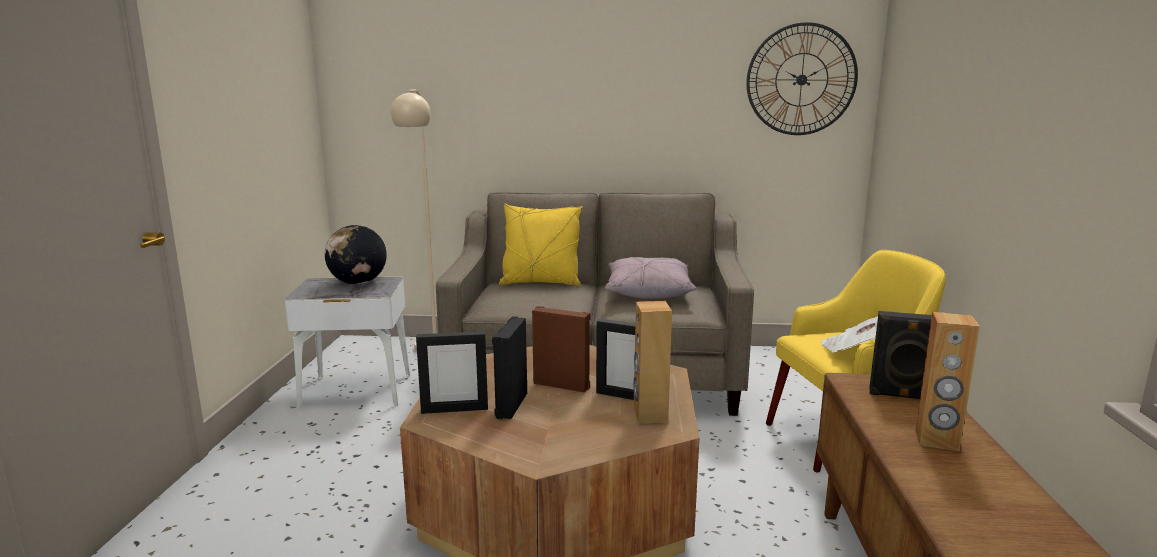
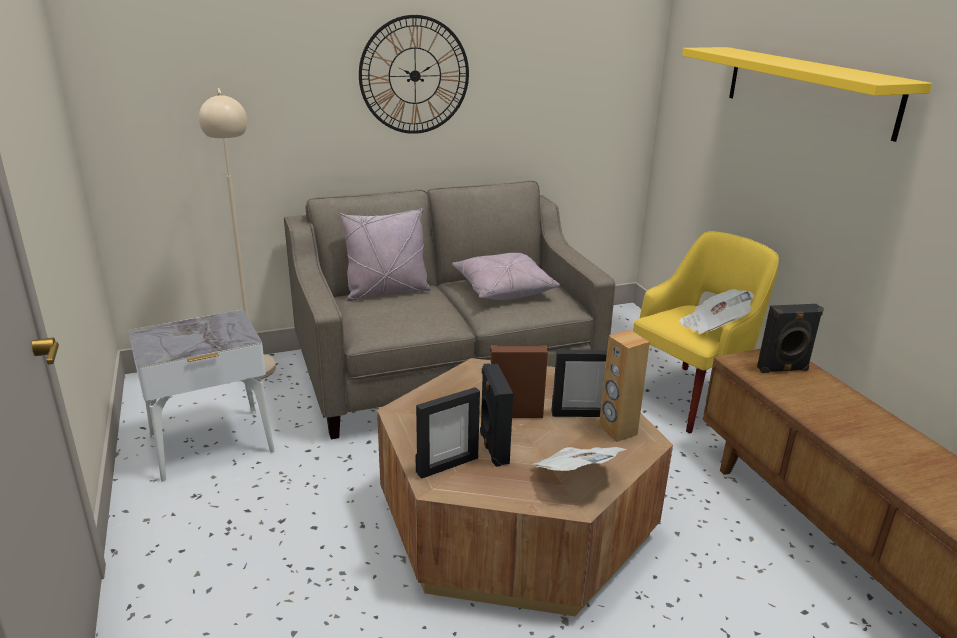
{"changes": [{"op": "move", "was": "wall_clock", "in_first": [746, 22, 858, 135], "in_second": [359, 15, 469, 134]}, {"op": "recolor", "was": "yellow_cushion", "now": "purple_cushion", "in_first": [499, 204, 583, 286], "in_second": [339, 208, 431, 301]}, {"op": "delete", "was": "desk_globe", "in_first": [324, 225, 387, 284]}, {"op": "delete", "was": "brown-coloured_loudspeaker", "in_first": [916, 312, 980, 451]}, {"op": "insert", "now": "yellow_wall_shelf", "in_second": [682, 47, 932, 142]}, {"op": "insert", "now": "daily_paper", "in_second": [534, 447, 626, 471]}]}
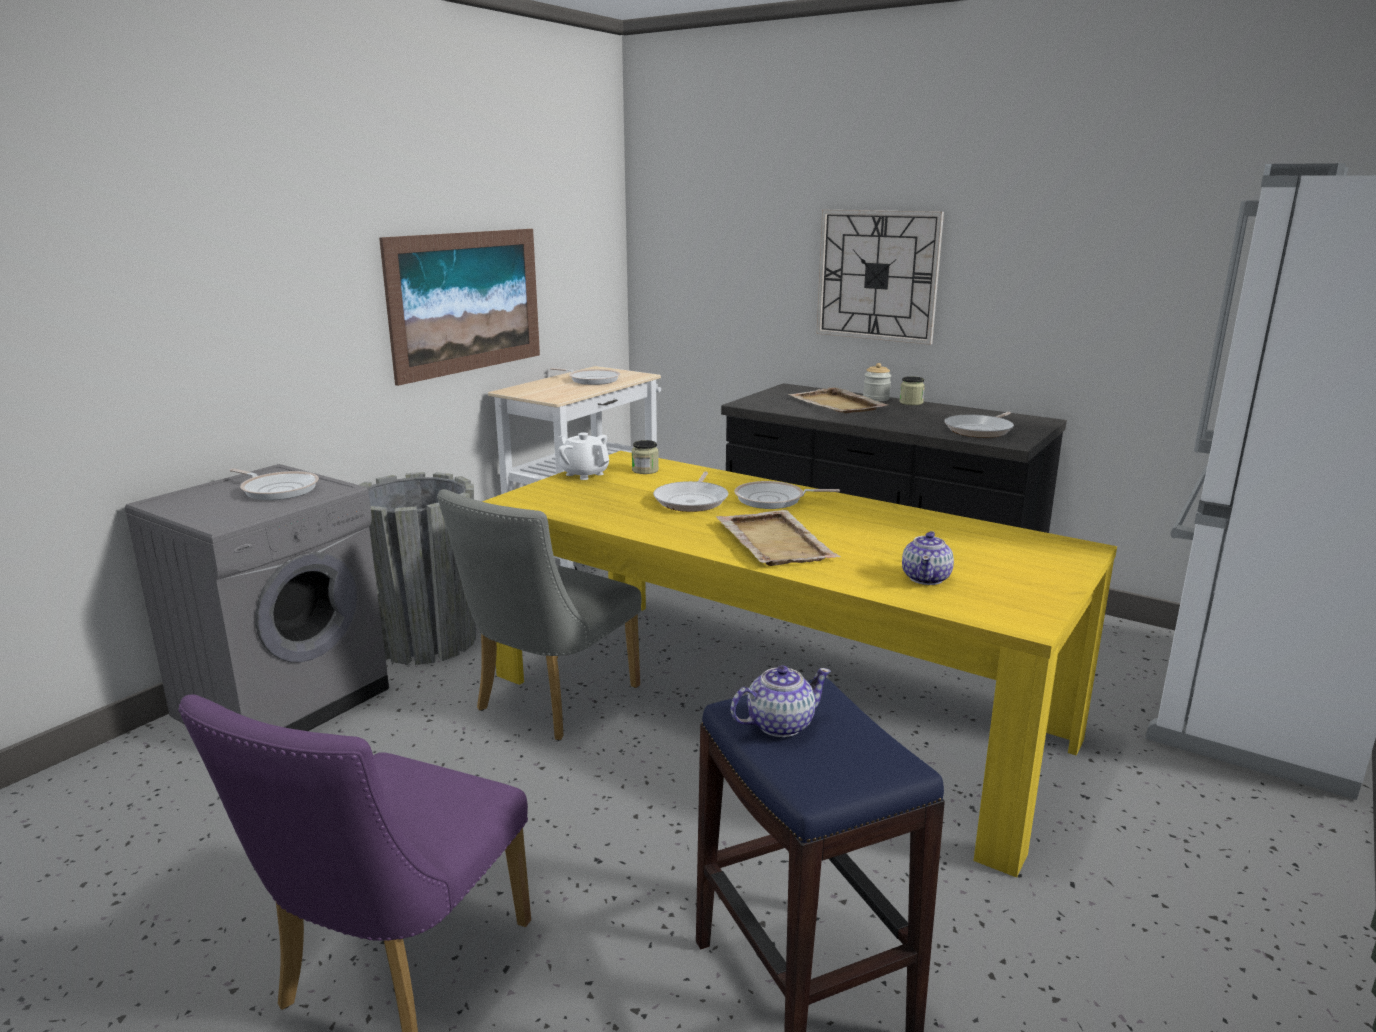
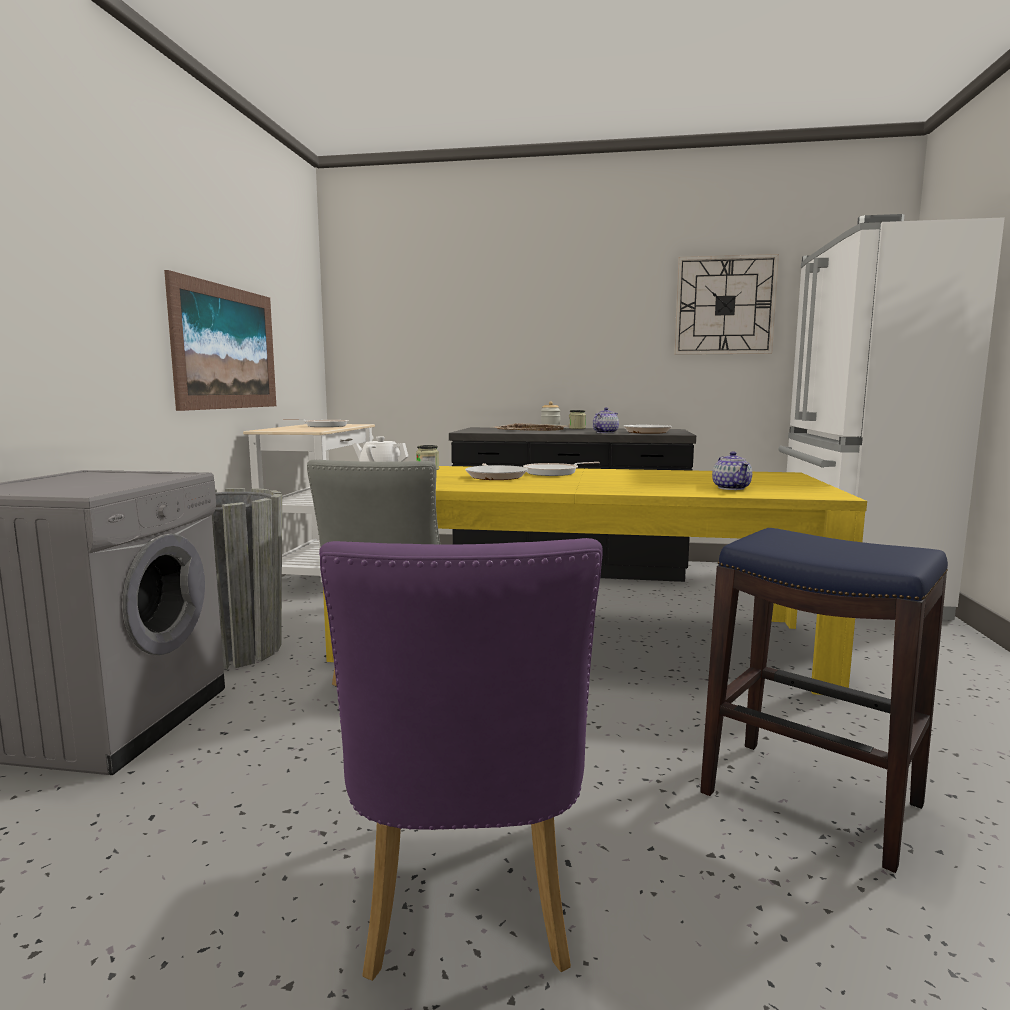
{"changes": [{"op": "move", "was": "wall_clock", "in_first": [816, 210, 944, 345], "in_second": [674, 254, 779, 355]}, {"op": "delete", "was": "frying_pan", "in_first": [229, 468, 319, 500]}, {"op": "delete", "was": "sand-coloured_carrying_tray", "in_first": [716, 510, 841, 566]}, {"op": "move", "was": "teapot", "in_first": [731, 666, 831, 737], "in_second": [593, 407, 619, 433]}]}
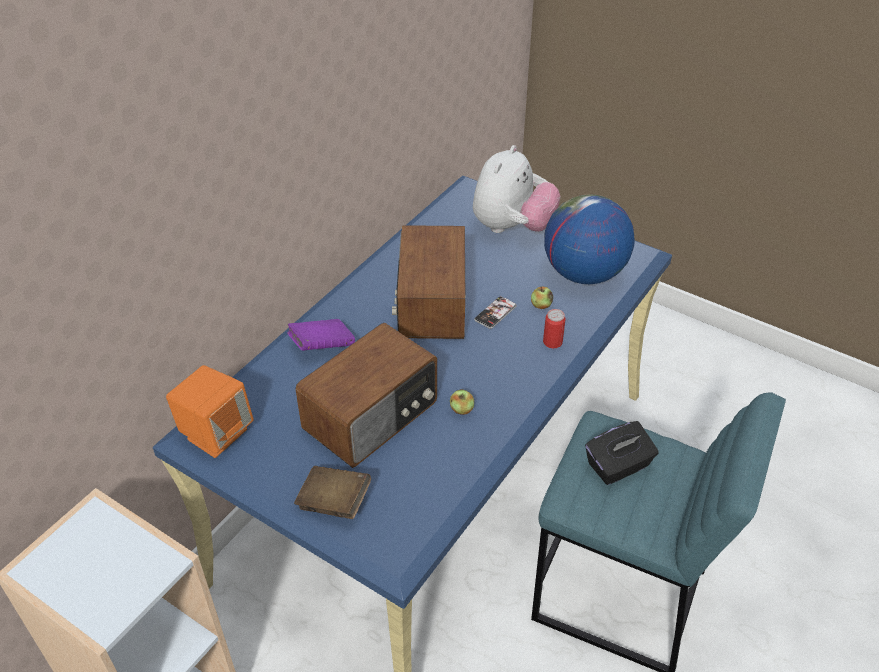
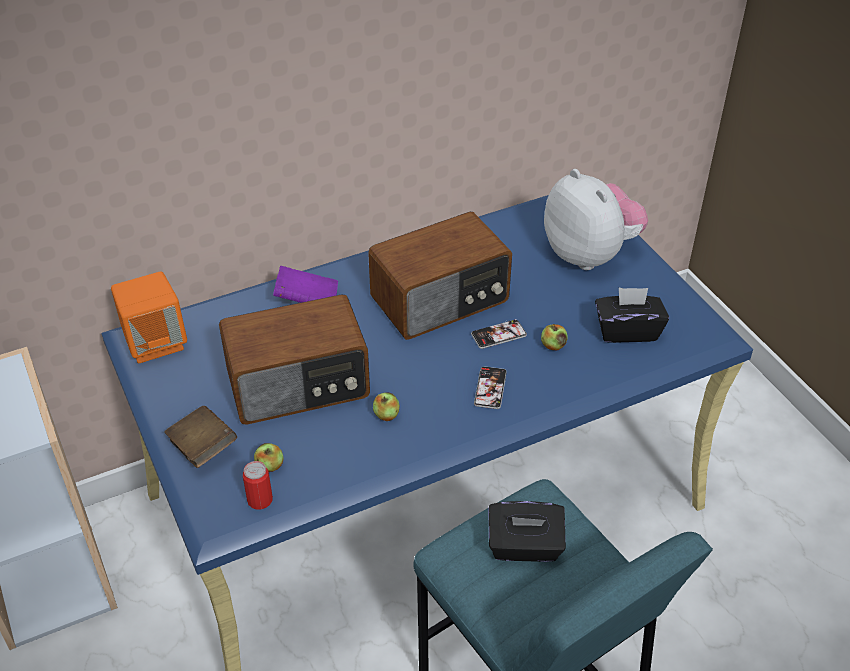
{"changes": [{"op": "rotate", "was": "cuddly_toy", "in_first": [473, 145, 560, 233], "in_second": [544, 169, 648, 270], "clockwise": -90}, {"op": "replace", "was": "desk_globe", "now": "blackish_tissue_holder", "in_first": [544, 194, 635, 284], "in_second": [595, 288, 669, 343]}, {"op": "rotate", "was": "radio", "in_first": [392, 225, 465, 339], "in_second": [368, 212, 512, 340], "clockwise": -150}, {"op": "move", "was": "metal_can", "in_first": [543, 309, 566, 349], "in_second": [243, 461, 273, 510]}, {"op": "insert", "now": "handset", "in_second": [474, 366, 507, 409]}, {"op": "insert", "now": "whole_apple", "in_second": [254, 443, 284, 472]}]}
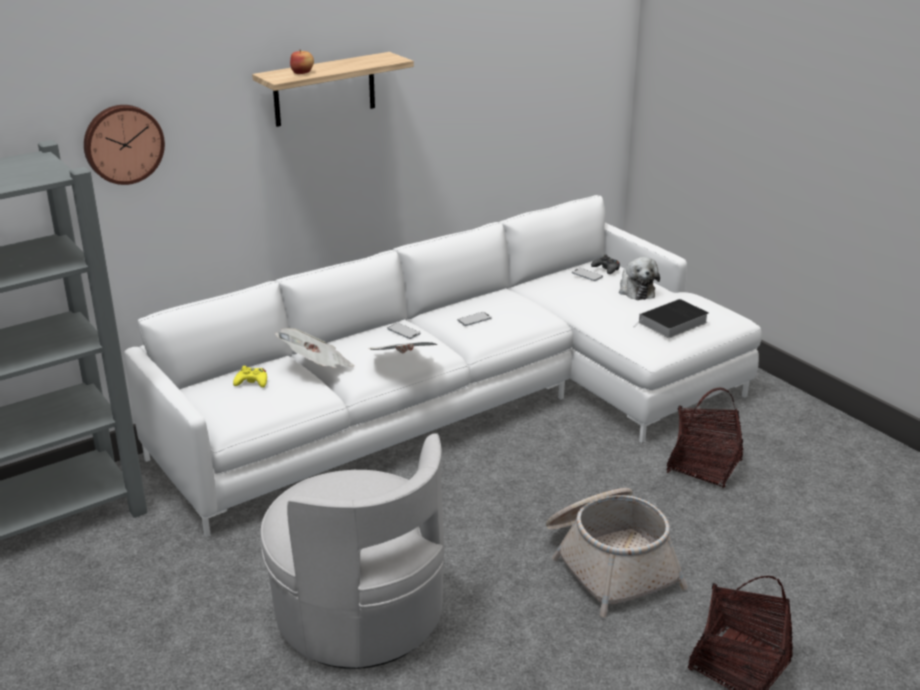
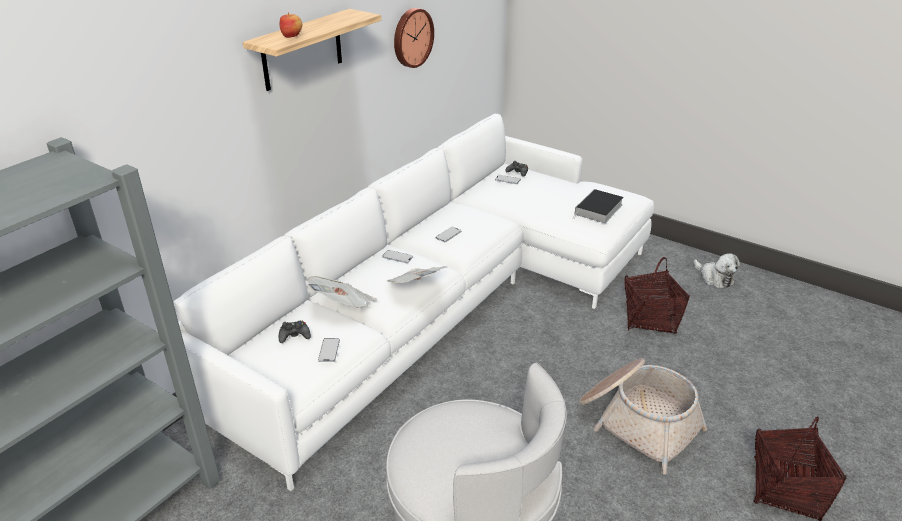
{"changes": [{"op": "move", "was": "wall_clock", "in_first": [84, 105, 165, 185], "in_second": [394, 8, 434, 68]}, {"op": "move", "was": "cuddly_toy", "in_first": [619, 257, 660, 300], "in_second": [693, 253, 740, 288]}, {"op": "recolor", "was": "yellow_gamepad", "now": "blackish_gamepad", "in_first": [233, 366, 267, 388], "in_second": [279, 321, 311, 343]}, {"op": "insert", "now": "handset", "in_second": [318, 338, 340, 362]}]}
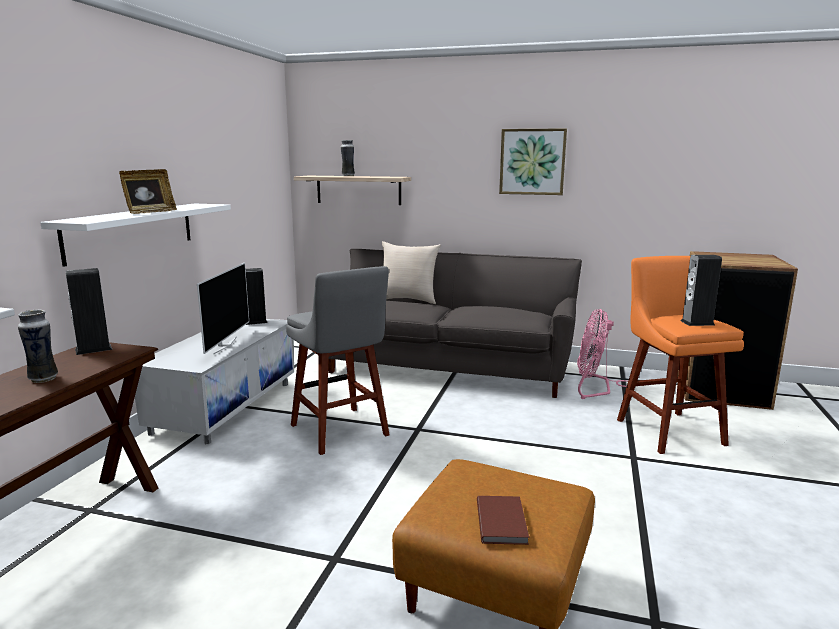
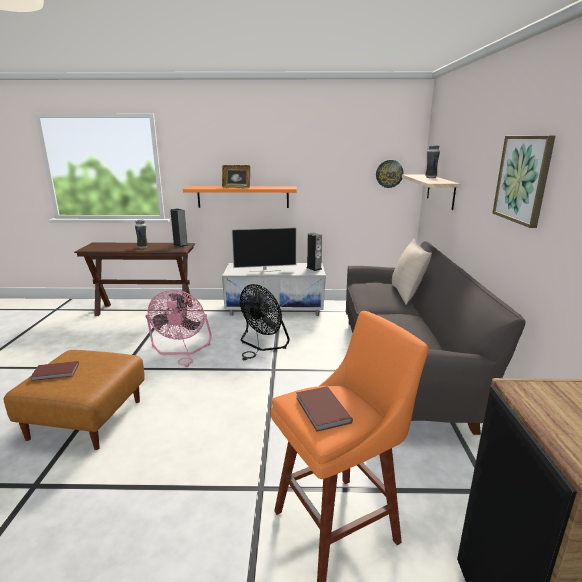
{"changes": [{"op": "recolor", "was": "whitish_wall_shelf", "now": "orange-coloured_wall_shelf", "in_first": [40, 204, 231, 267], "in_second": [183, 186, 297, 208]}, {"op": "replace", "was": "loudspeaker", "now": "brown-coloured_bound_book", "in_first": [680, 255, 722, 326], "in_second": [296, 386, 353, 432]}, {"op": "replace", "was": "gray_stool", "now": "blackish_cooling_fan", "in_first": [286, 266, 390, 455], "in_second": [239, 284, 289, 360]}, {"op": "move", "was": "pink_cooling_fan", "in_first": [577, 309, 628, 399], "in_second": [145, 290, 212, 367]}, {"op": "insert", "now": "wall_clock", "in_second": [376, 160, 403, 188]}]}
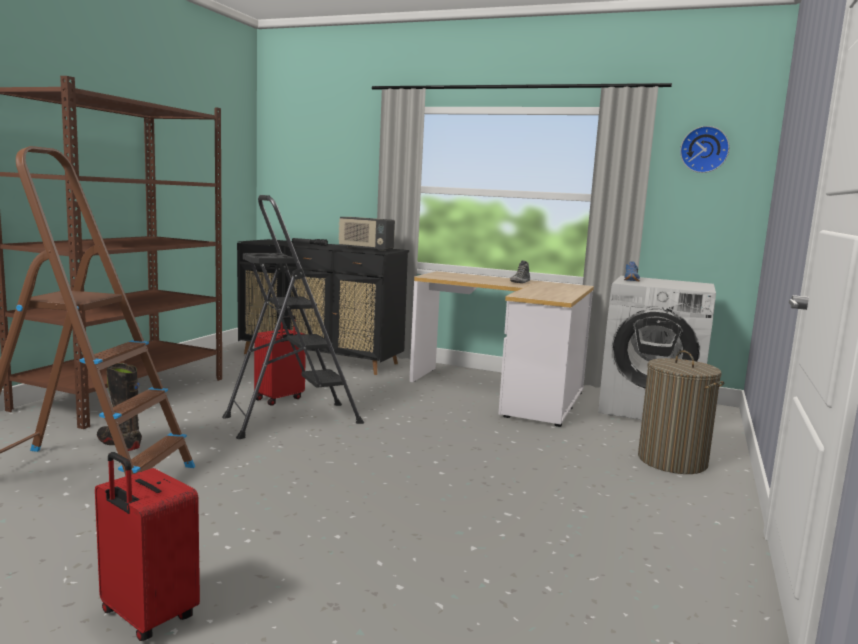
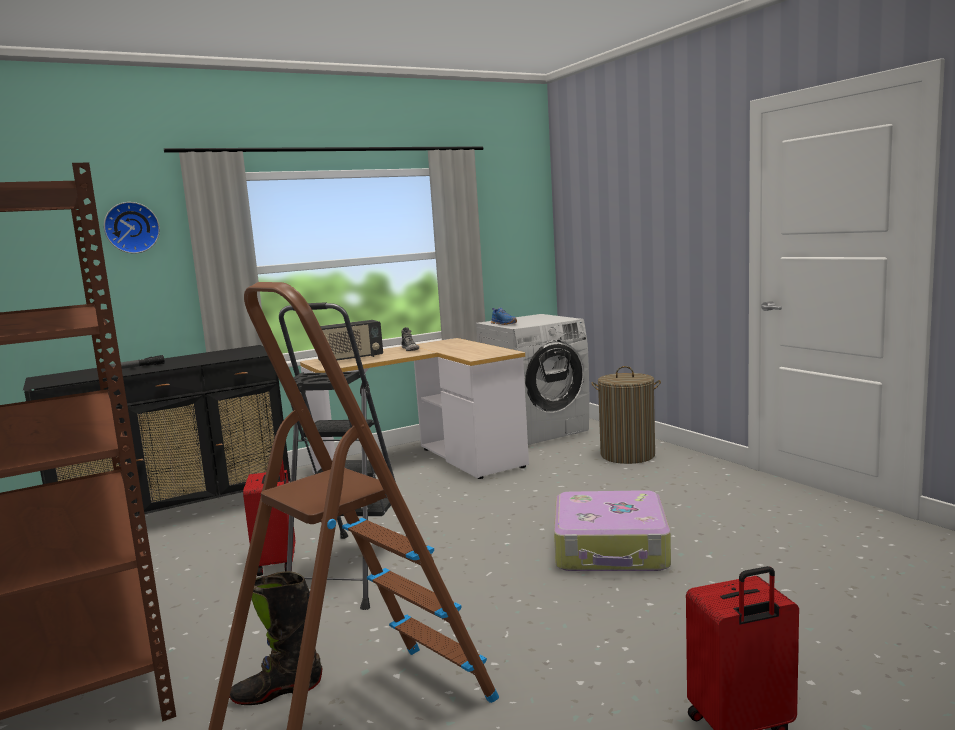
{"changes": [{"op": "move", "was": "wall_clock", "in_first": [680, 126, 730, 173], "in_second": [104, 202, 160, 253]}, {"op": "move", "was": "radio", "in_first": [338, 217, 395, 251], "in_second": [318, 320, 383, 361]}, {"op": "insert", "now": "travel_case", "in_second": [554, 490, 671, 571]}]}
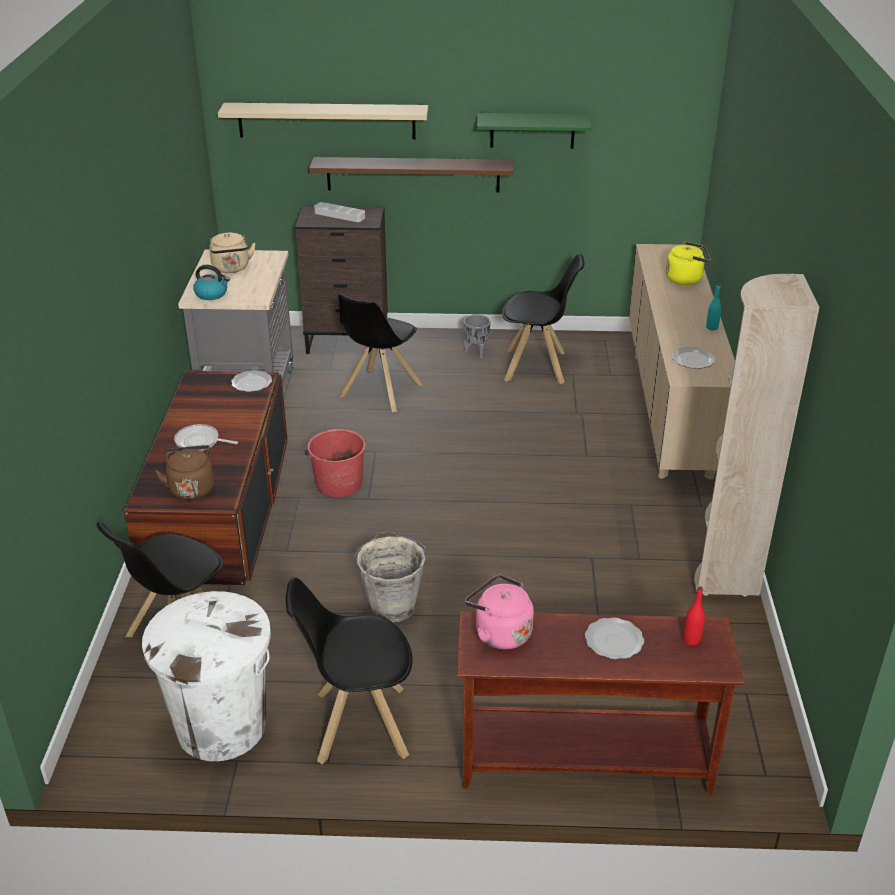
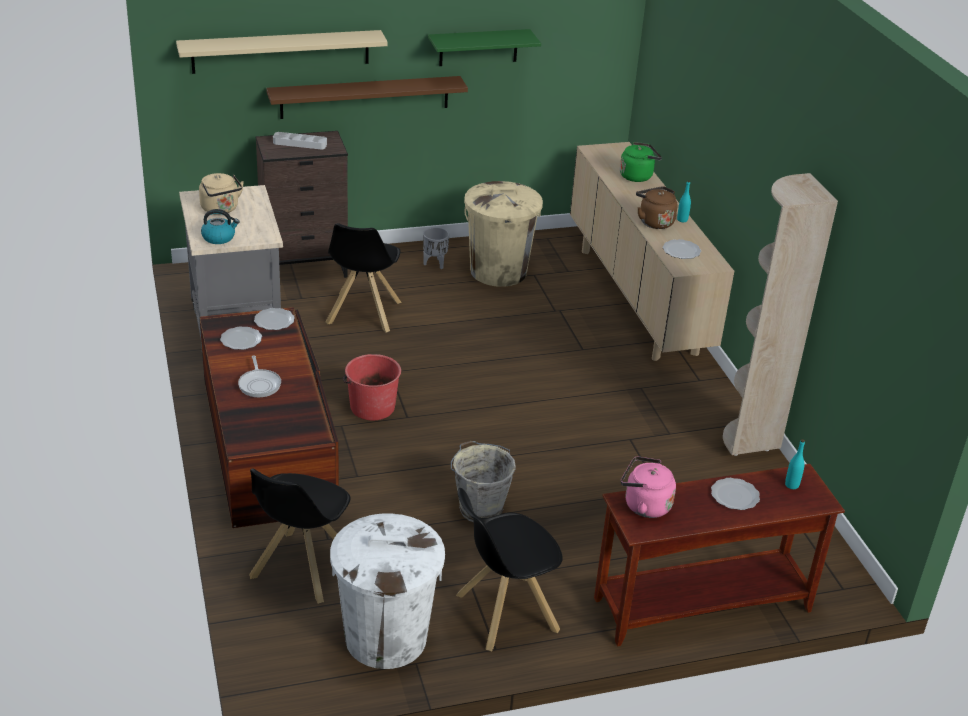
{"changes": [{"op": "recolor", "was": "yellow_tea_kettle", "now": "greenish_tea_kettle", "in_first": [666, 241, 711, 285], "in_second": [620, 142, 662, 182]}, {"op": "replace", "was": "blackish_upright_chair", "now": "sand-coloured_rubbish_bin", "in_first": [502, 253, 584, 384], "in_second": [464, 181, 543, 287]}, {"op": "rotate", "was": "frying_pan", "in_first": [174, 424, 238, 451], "in_second": [238, 355, 281, 397], "clockwise": -105}, {"op": "move", "was": "brown-coloured_tea_kettle", "in_first": [155, 445, 214, 500], "in_second": [636, 186, 678, 229]}, {"op": "recolor", "was": "red-coloured_beverage_bottle", "now": "turquoise_beverage_bottle", "in_first": [683, 586, 705, 646], "in_second": [785, 439, 805, 489]}, {"op": "insert", "now": "flat_dish", "in_second": [220, 326, 262, 350]}]}
